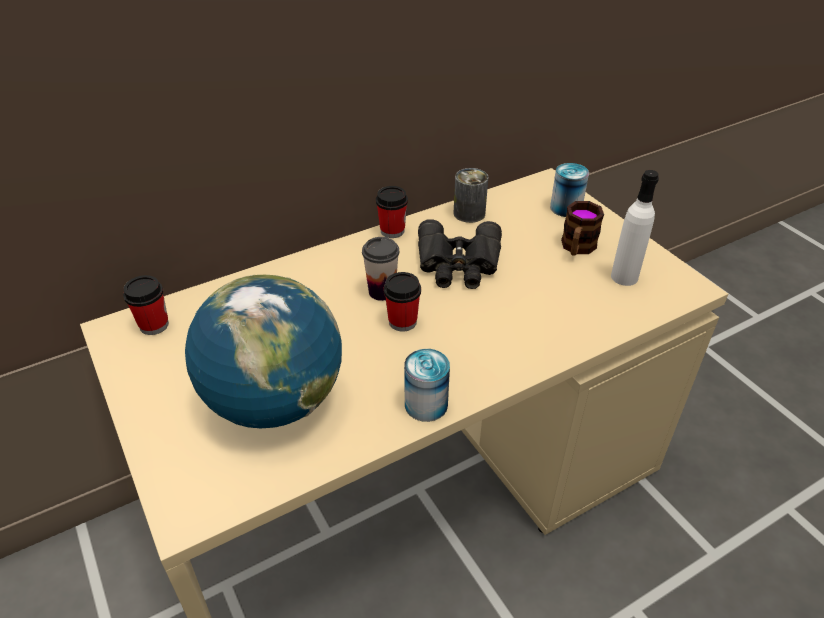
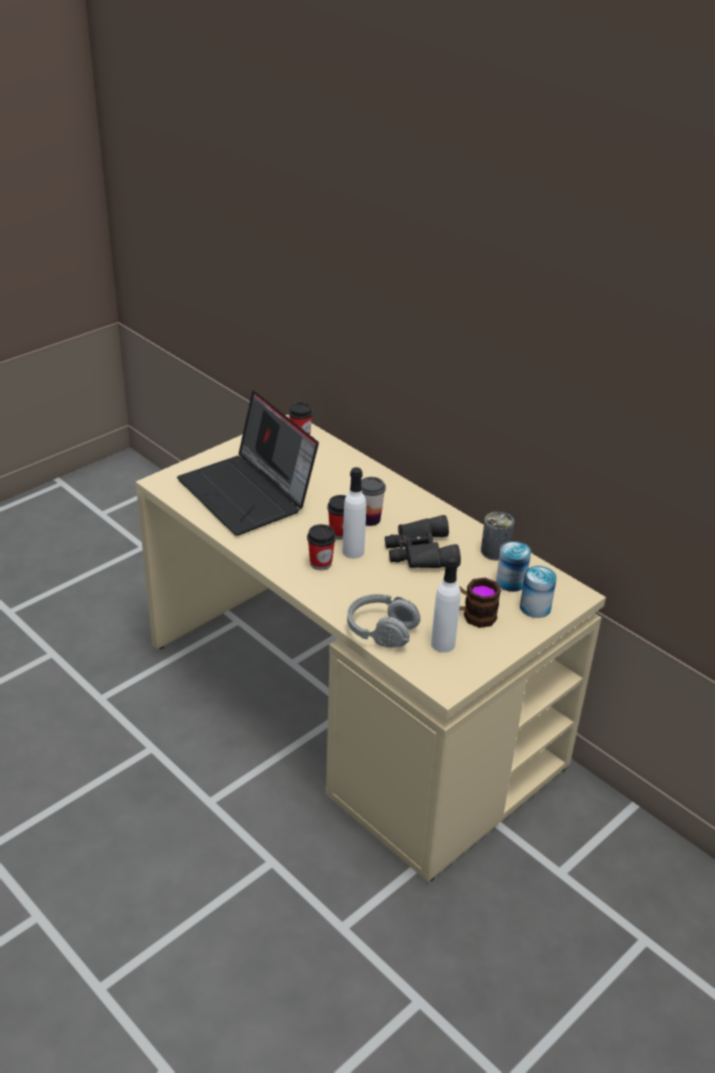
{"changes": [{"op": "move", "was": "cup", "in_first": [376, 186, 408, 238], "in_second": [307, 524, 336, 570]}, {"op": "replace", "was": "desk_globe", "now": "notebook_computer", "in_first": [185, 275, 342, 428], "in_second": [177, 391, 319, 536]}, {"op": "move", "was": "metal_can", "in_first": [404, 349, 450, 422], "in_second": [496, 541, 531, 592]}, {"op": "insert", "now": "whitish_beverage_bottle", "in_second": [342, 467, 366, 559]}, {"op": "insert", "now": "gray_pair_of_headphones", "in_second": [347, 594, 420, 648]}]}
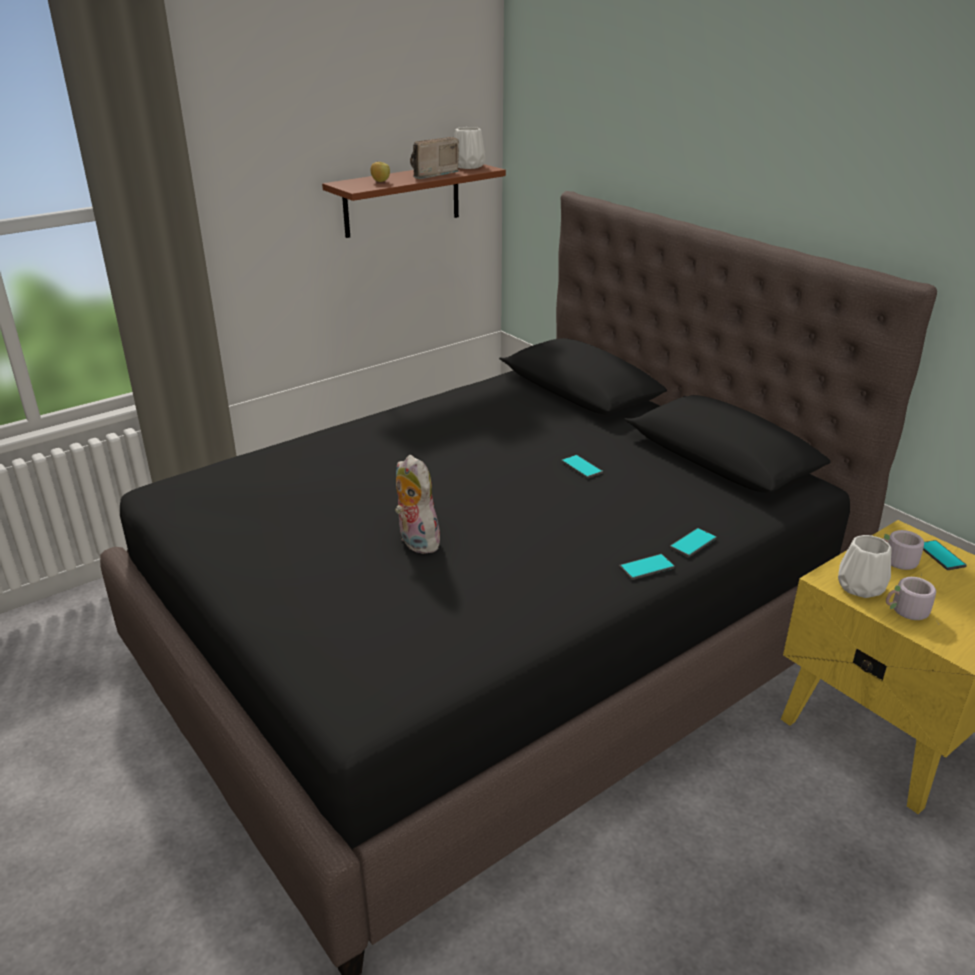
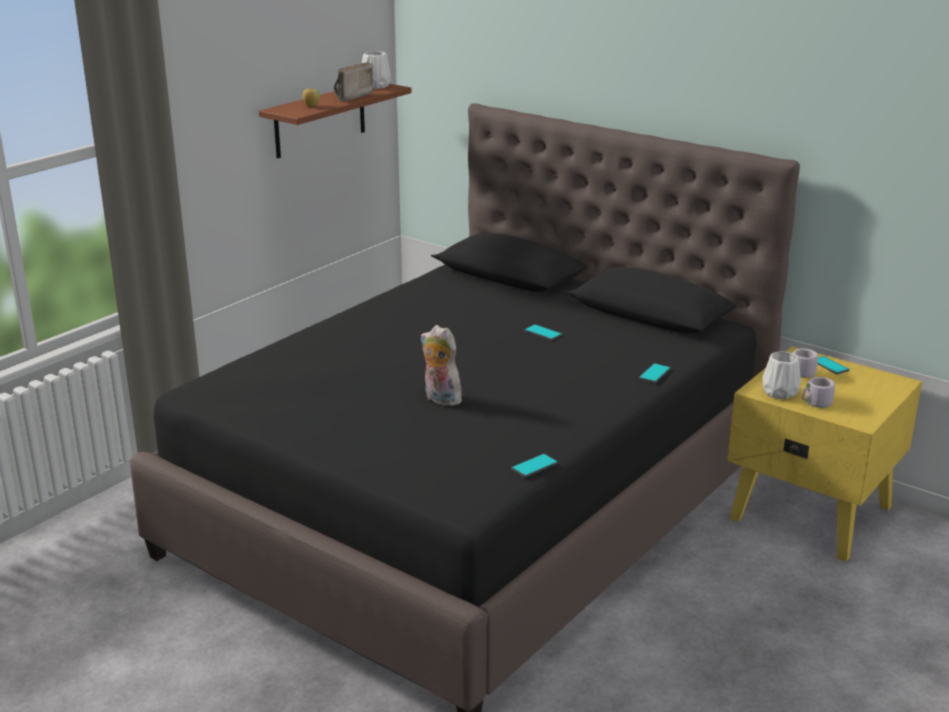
{"changes": [{"op": "move", "was": "handset", "in_first": [619, 554, 675, 580], "in_second": [511, 454, 558, 478]}]}
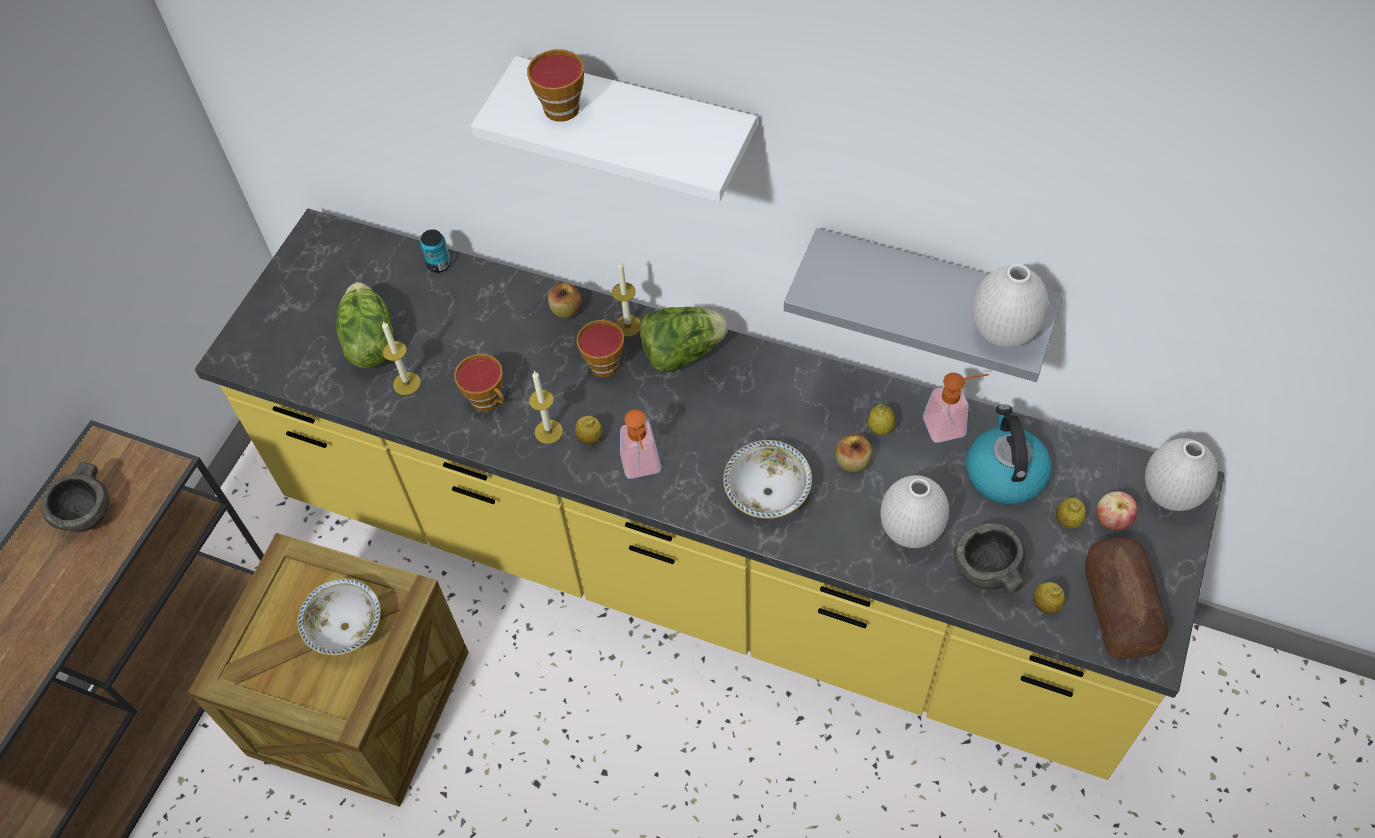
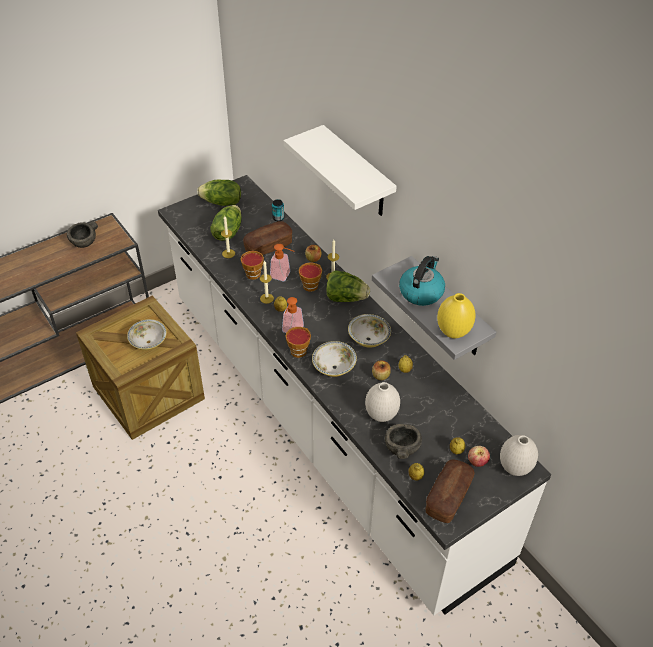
{"changes": [{"op": "move", "was": "cup", "in_first": [527, 49, 584, 122], "in_second": [286, 327, 311, 358]}, {"op": "recolor", "was": "yellow_kitchen_base_unit", "now": "whitish_kitchen_base_unit", "in_first": [195, 208, 1224, 780], "in_second": [158, 175, 551, 615]}, {"op": "recolor", "was": "whitish_decorative_vase", "now": "yellow_decorative_vase", "in_first": [972, 264, 1049, 348], "in_second": [437, 293, 476, 338]}, {"op": "move", "was": "soap_dispenser", "in_first": [923, 373, 989, 443], "in_second": [270, 244, 294, 281]}, {"op": "move", "was": "tea_kettle", "in_first": [966, 404, 1052, 505], "in_second": [399, 256, 445, 306]}, {"op": "insert", "now": "lettuce_head", "in_second": [197, 180, 241, 206]}, {"op": "insert", "now": "baked_bread", "in_second": [243, 221, 292, 255]}, {"op": "insert", "now": "bowl", "in_second": [348, 314, 391, 347]}]}
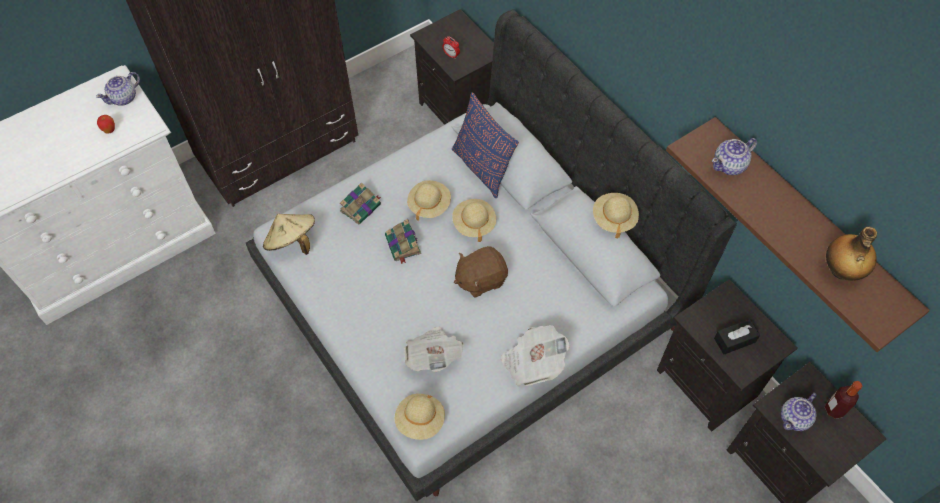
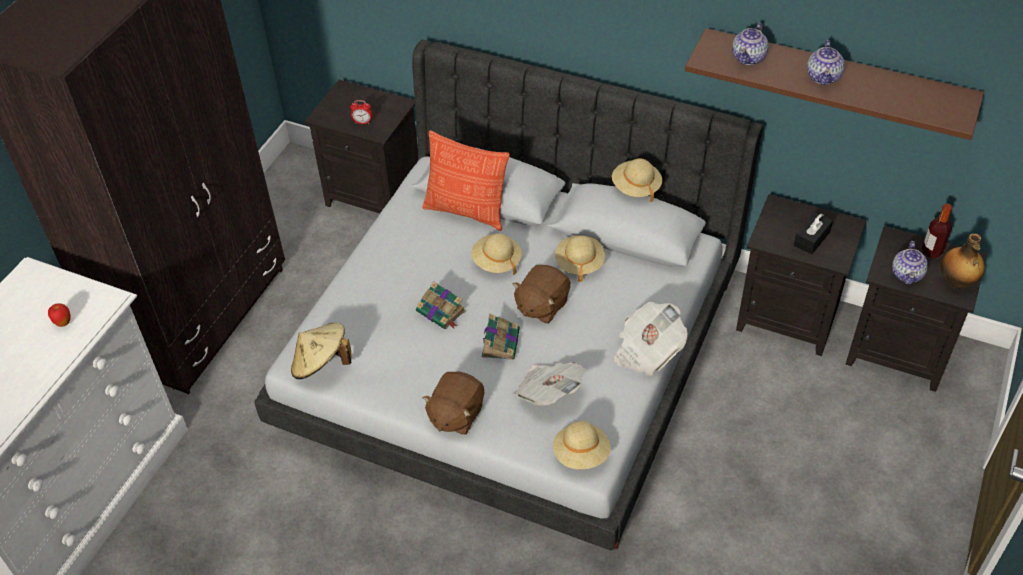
{"changes": [{"op": "move", "was": "teapot", "in_first": [96, 72, 140, 105], "in_second": [807, 40, 845, 85]}, {"op": "recolor", "was": "blue_cushion", "now": "orange-coloured_cushion", "in_first": [452, 92, 519, 198], "in_second": [423, 130, 510, 231]}, {"op": "move", "was": "sand-coloured_clothing_hat", "in_first": [407, 180, 451, 220], "in_second": [555, 235, 605, 282]}, {"op": "move", "was": "bound_book", "in_first": [340, 182, 381, 225], "in_second": [482, 314, 520, 360]}, {"op": "move", "was": "beverage_bottle", "in_first": [826, 227, 877, 281], "in_second": [941, 233, 985, 289]}, {"op": "insert", "now": "brown-coloured_cuddly_toy", "in_second": [422, 371, 484, 435]}]}
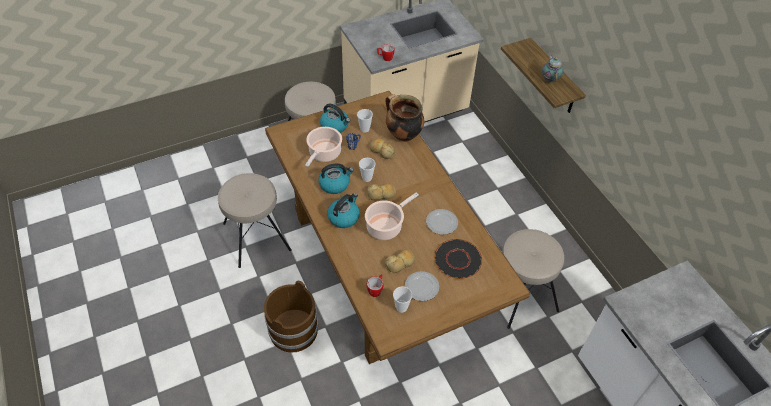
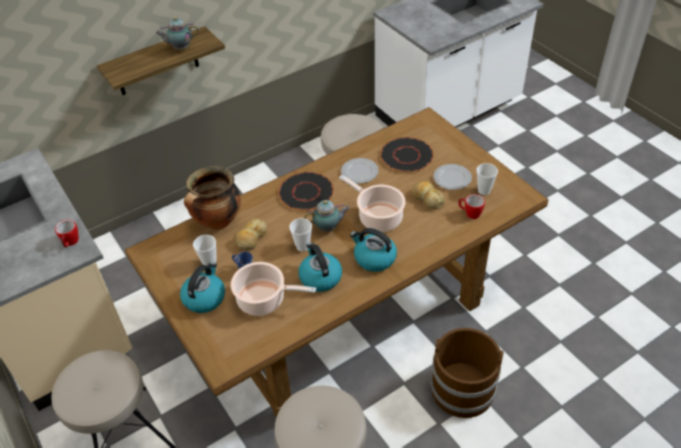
{"changes": [{"op": "replace", "was": "baked_bread", "now": "teapot", "in_first": [367, 184, 396, 201], "in_second": [304, 200, 350, 232]}, {"op": "insert", "now": "blackish_flat_dish", "in_second": [278, 172, 334, 211]}]}
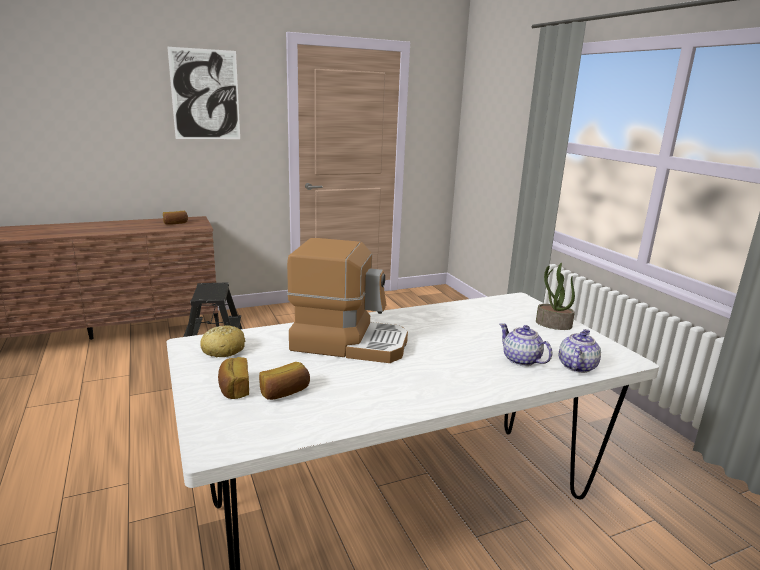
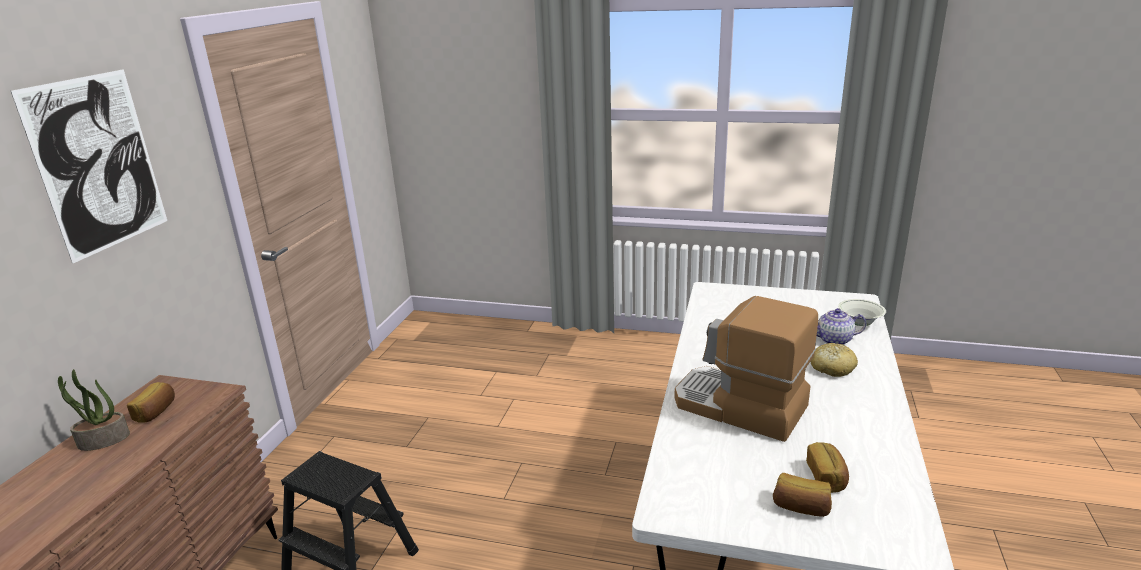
{"changes": [{"op": "rotate", "was": "coffee_machine", "in_first": [287, 238, 408, 363], "in_second": [674, 296, 818, 442], "clockwise": -105}, {"op": "move", "was": "potted_plant", "in_first": [536, 263, 575, 330], "in_second": [58, 369, 130, 451]}, {"op": "move", "was": "baked_bread", "in_first": [200, 325, 245, 357], "in_second": [810, 343, 858, 377]}, {"op": "replace", "was": "teapot", "now": "whitish_bowl", "in_first": [559, 329, 601, 373], "in_second": [838, 299, 886, 326]}]}
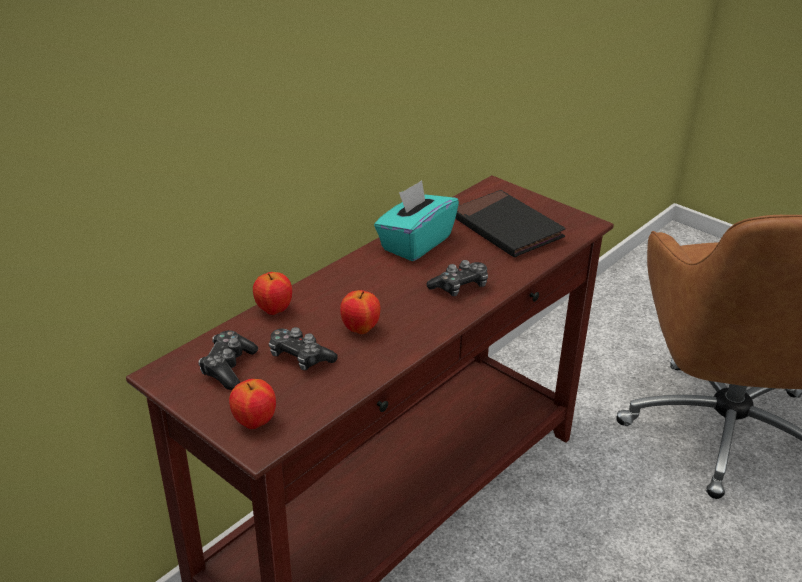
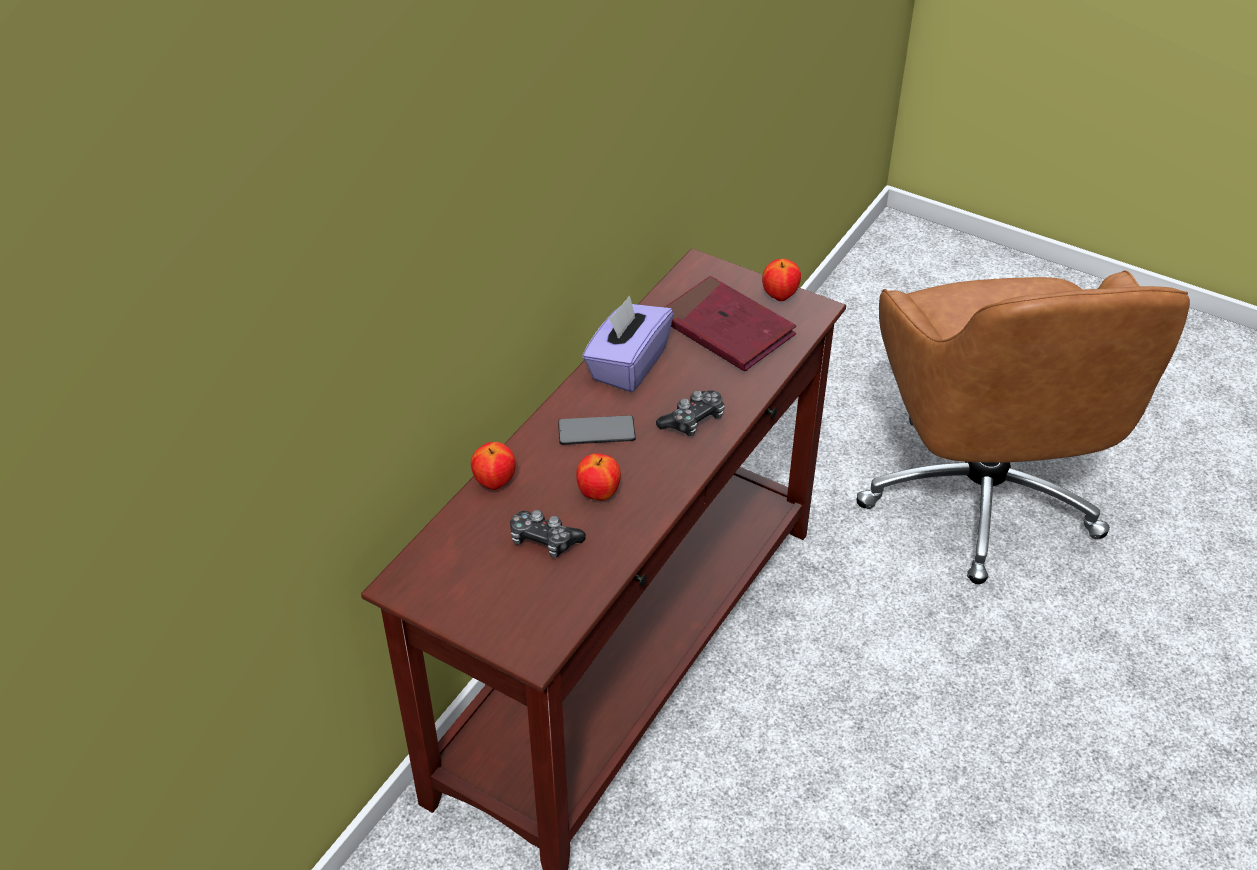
{"changes": [{"op": "recolor", "was": "turquoise_tissue_holder", "now": "purple_tissue_holder", "in_first": [374, 180, 459, 261], "in_second": [582, 295, 673, 392]}, {"op": "recolor", "was": "blackish_bound_book", "now": "red-coloured_bound_book", "in_first": [455, 190, 566, 257], "in_second": [665, 276, 796, 371]}, {"op": "delete", "was": "gamepad", "in_first": [198, 330, 258, 390]}, {"op": "move", "was": "whole_apple", "in_first": [229, 379, 276, 429], "in_second": [762, 259, 801, 301]}, {"op": "insert", "now": "handset", "in_second": [558, 415, 636, 445]}]}
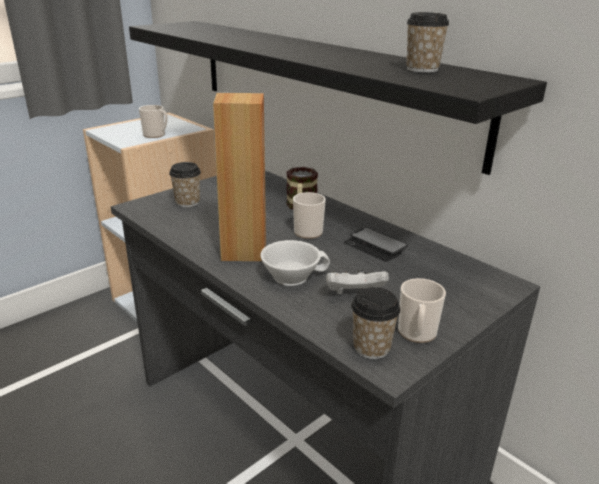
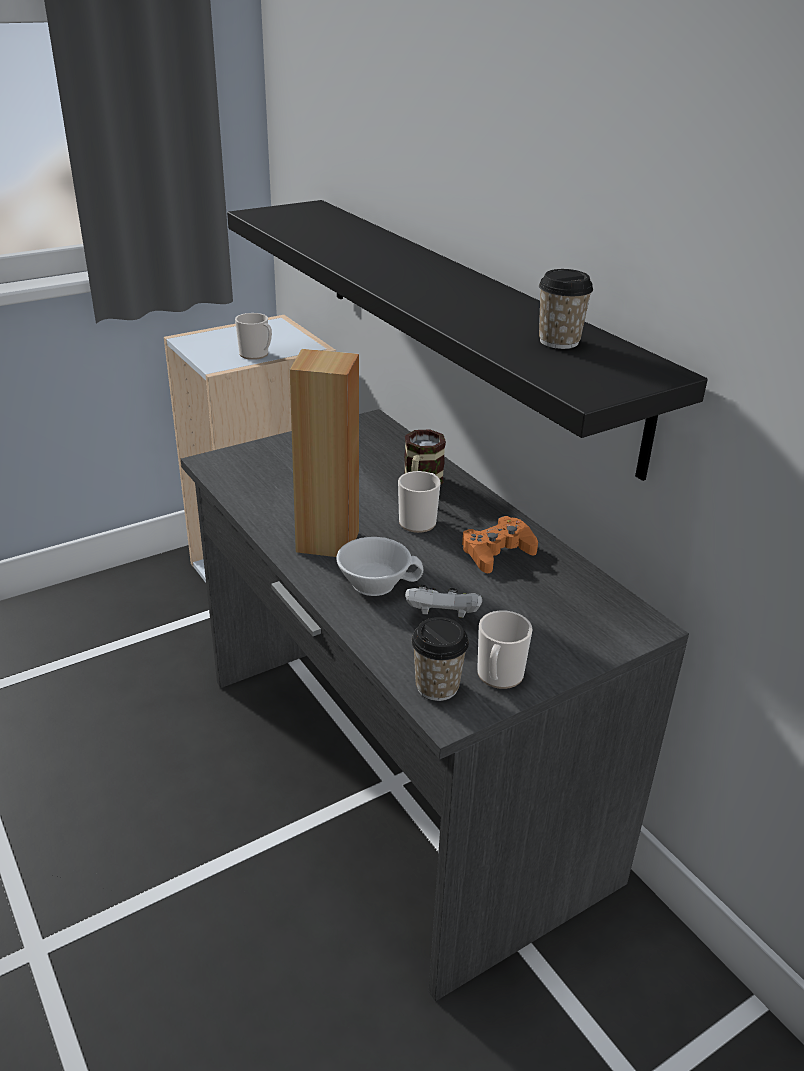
{"changes": [{"op": "delete", "was": "cup", "in_first": [169, 162, 201, 207]}, {"op": "replace", "was": "handset", "now": "orange-coloured_gamepad", "in_first": [344, 227, 408, 262], "in_second": [461, 516, 538, 574]}]}
